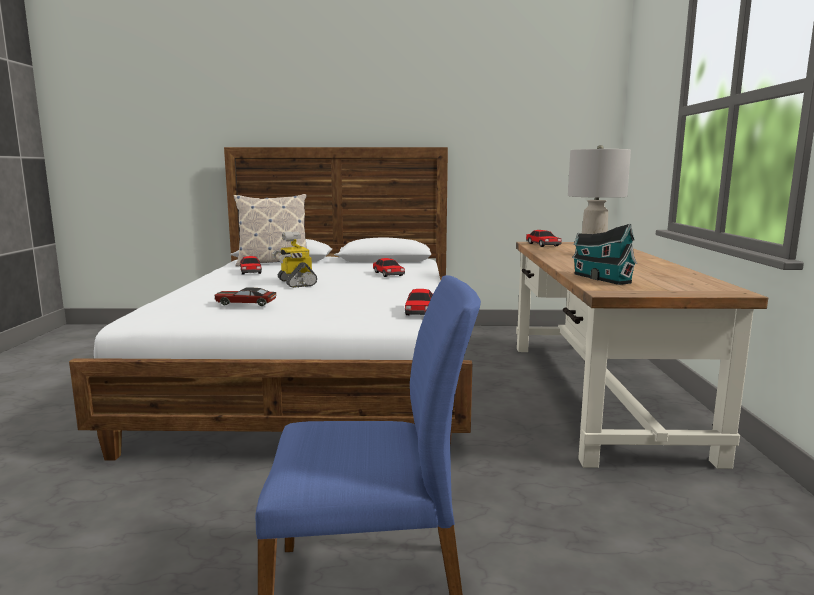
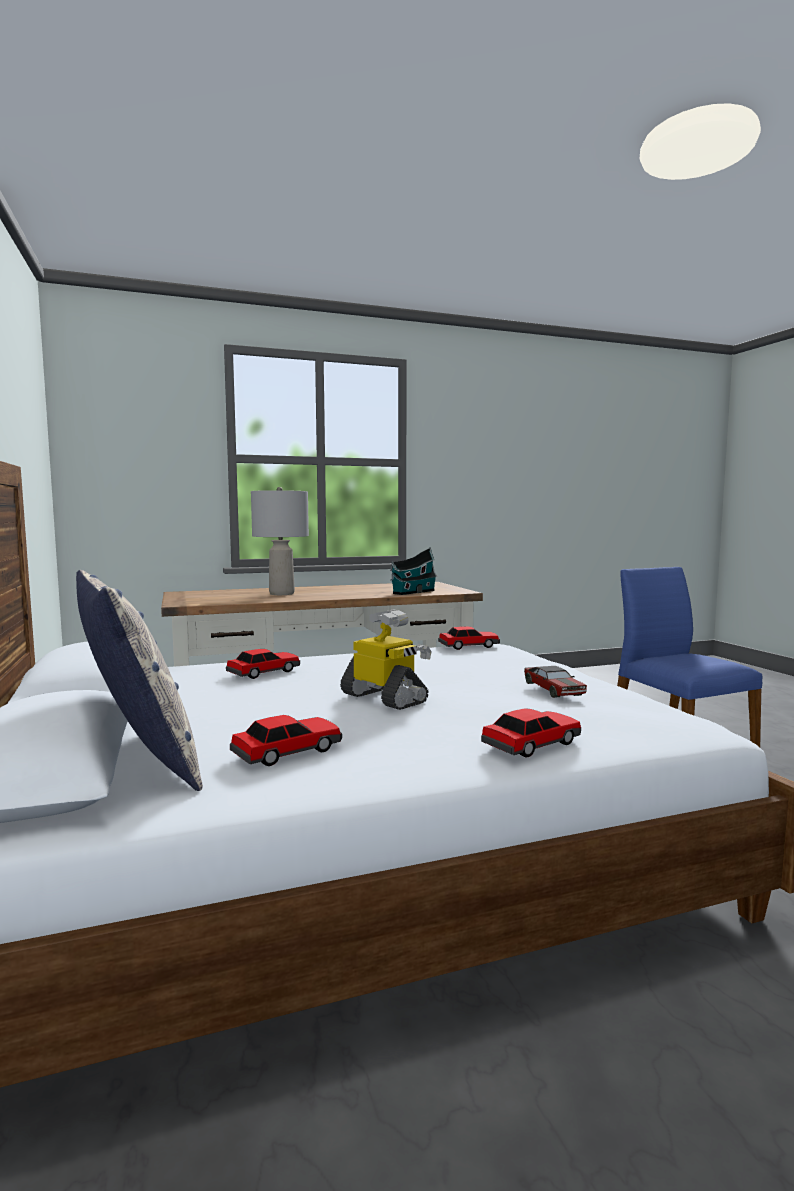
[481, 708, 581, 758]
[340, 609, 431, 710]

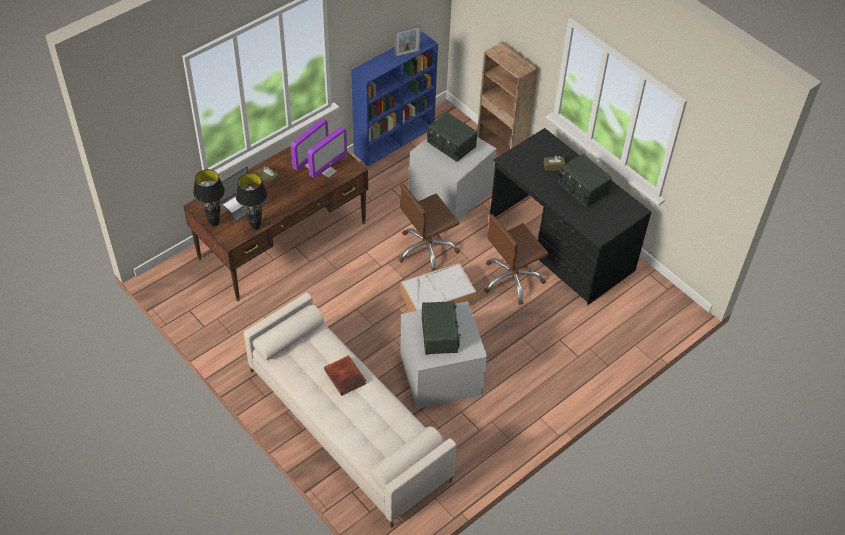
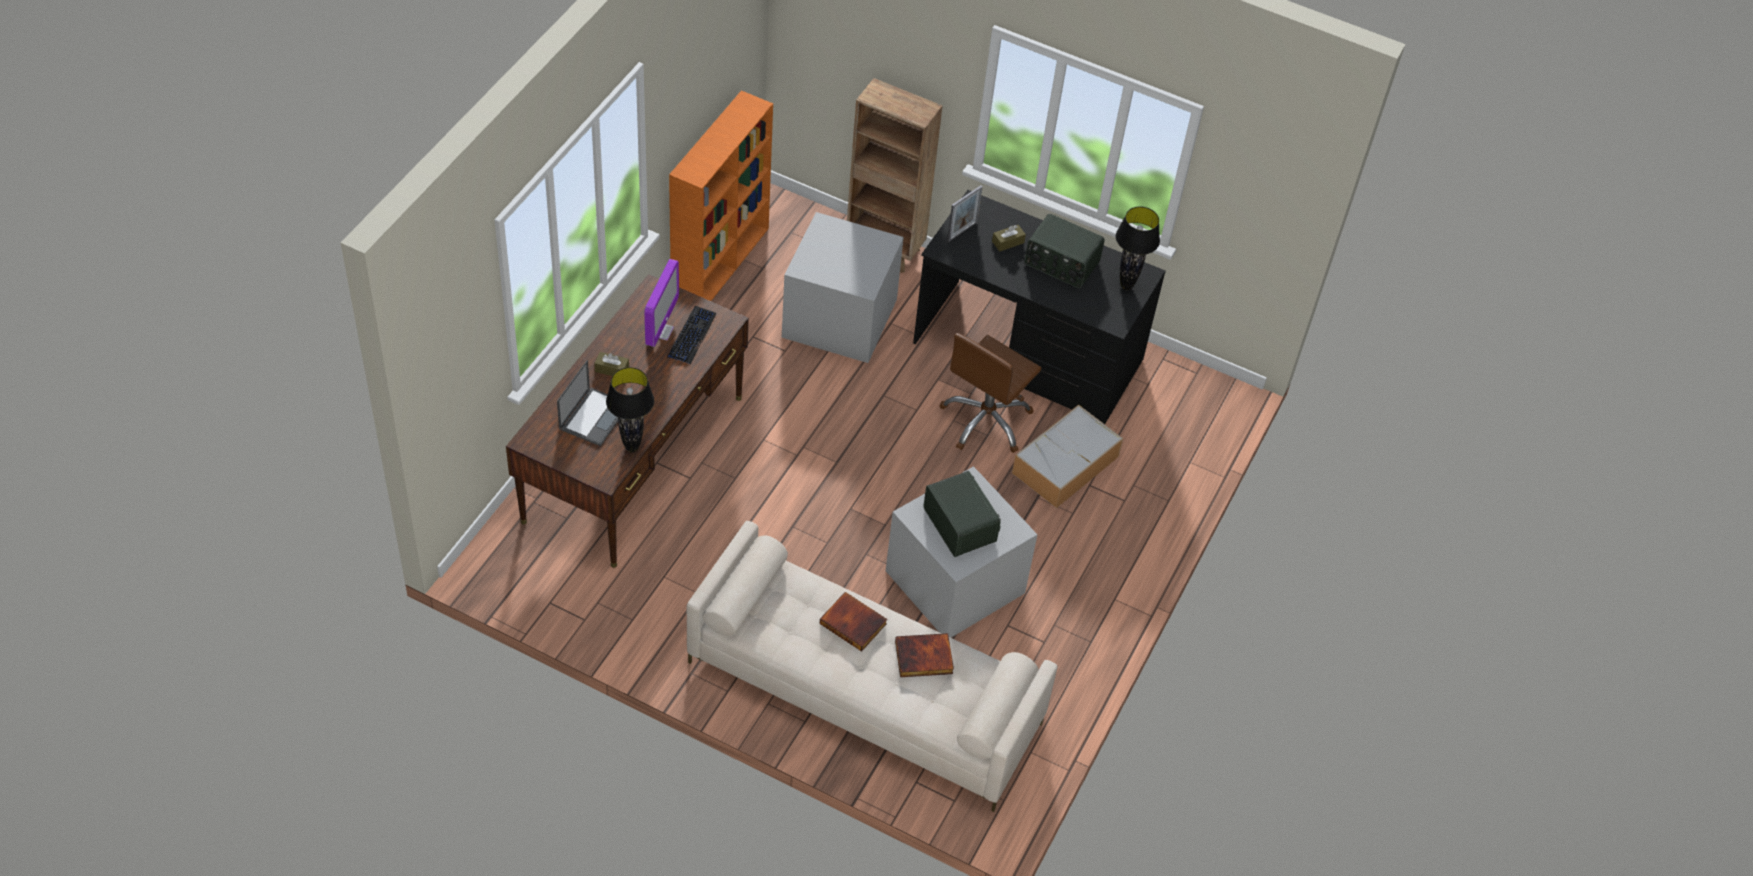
[947, 185, 983, 242]
[669, 90, 773, 301]
[427, 112, 477, 162] (first image)
[667, 306, 717, 364]
[1115, 207, 1160, 290]
[398, 183, 460, 271] (first image)
[1012, 404, 1123, 508]
[895, 633, 954, 677]

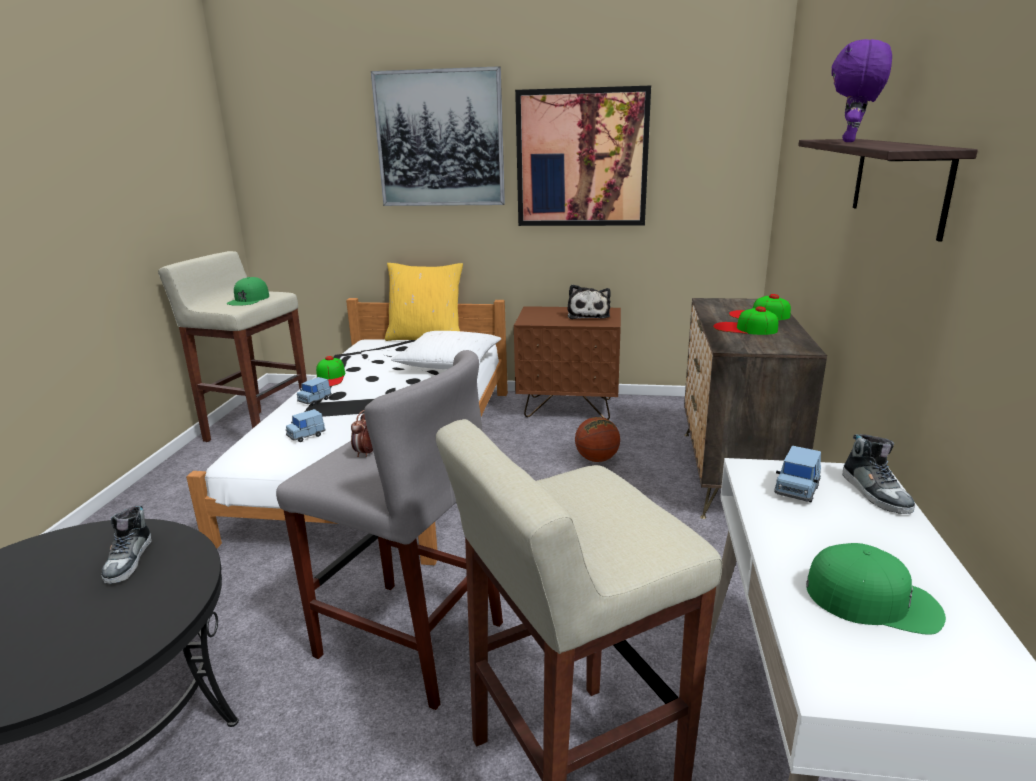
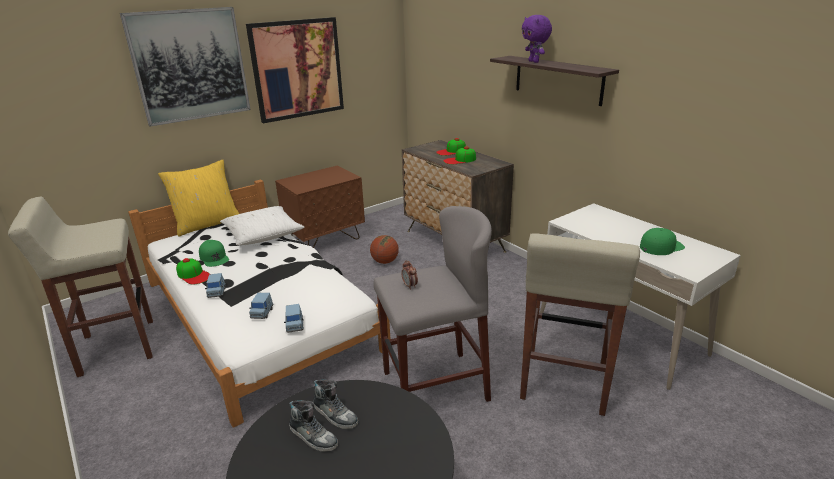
[199, 240, 229, 267]
[567, 284, 611, 319] (first image)
[289, 400, 338, 452]
[284, 304, 304, 333]

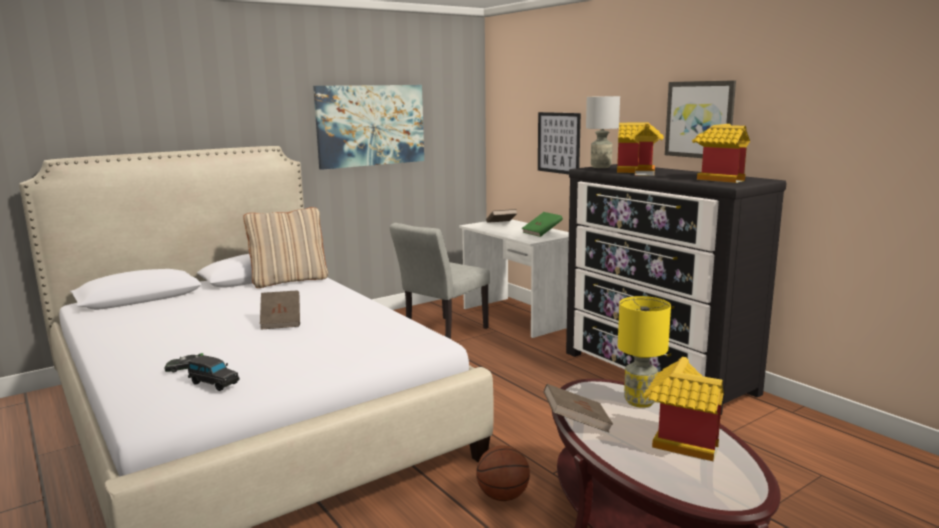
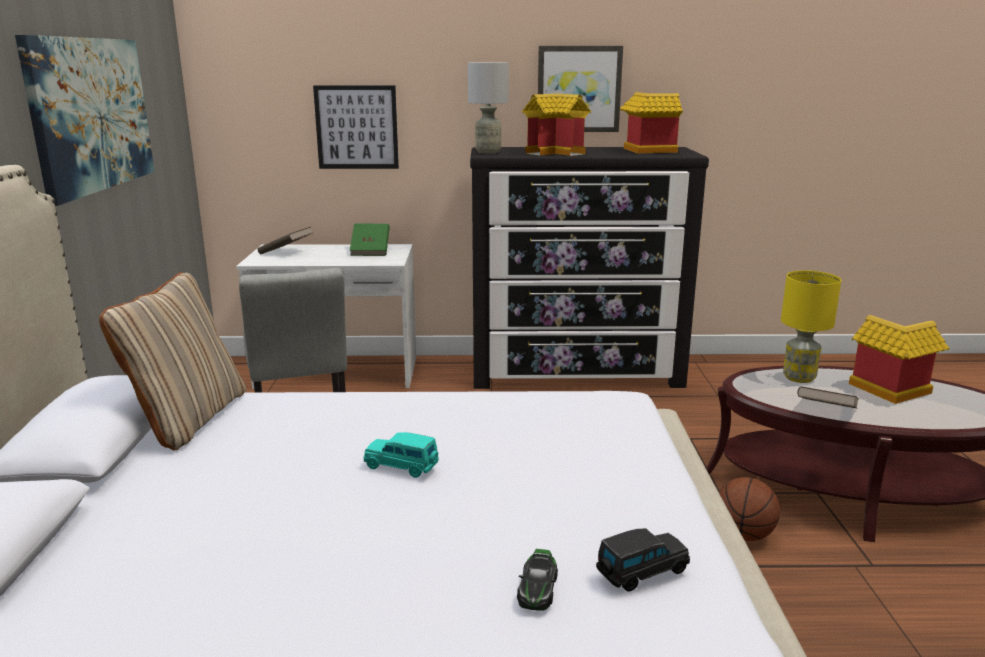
[363, 432, 439, 478]

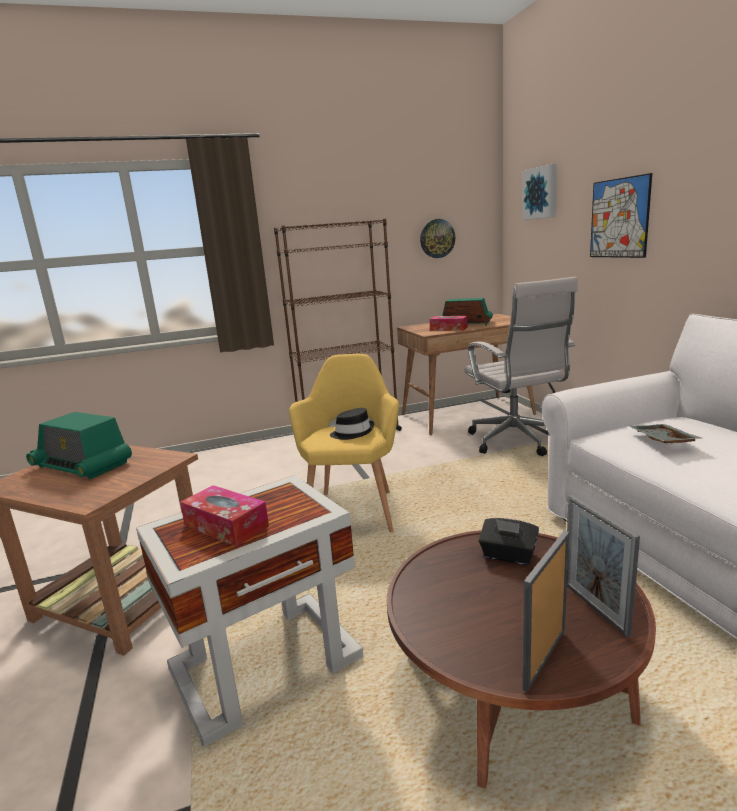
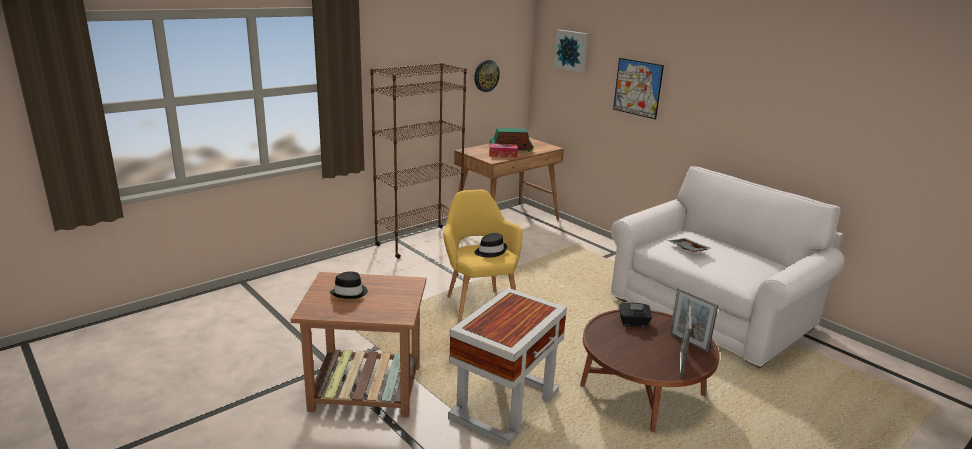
[464, 277, 578, 456] (first image)
[330, 272, 368, 299]
[180, 485, 269, 547] (first image)

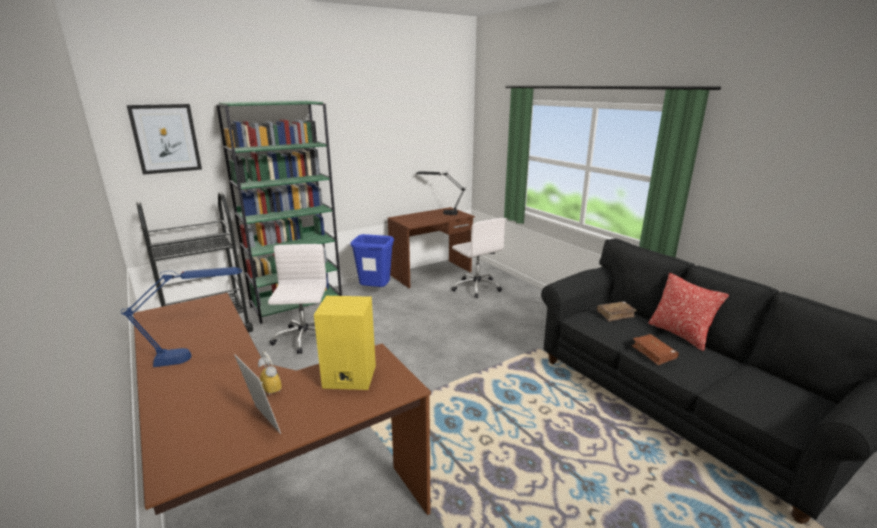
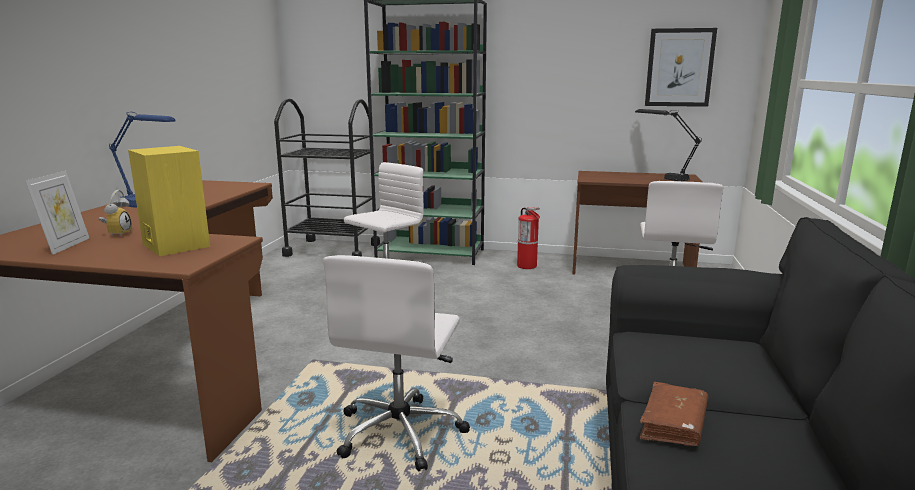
[645, 28, 717, 107]
[517, 207, 540, 269]
[648, 273, 729, 351] (first image)
[597, 301, 637, 322] (first image)
[323, 255, 470, 471]

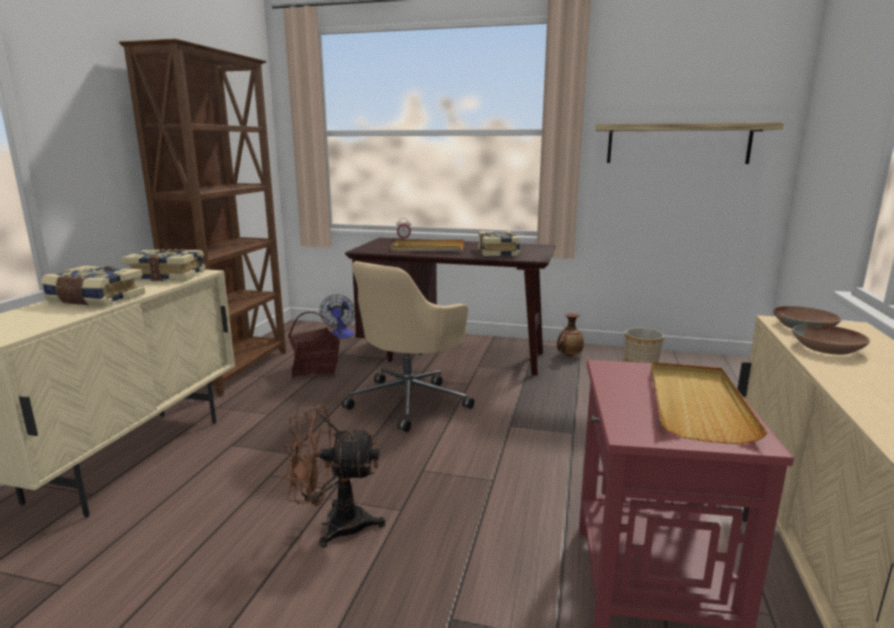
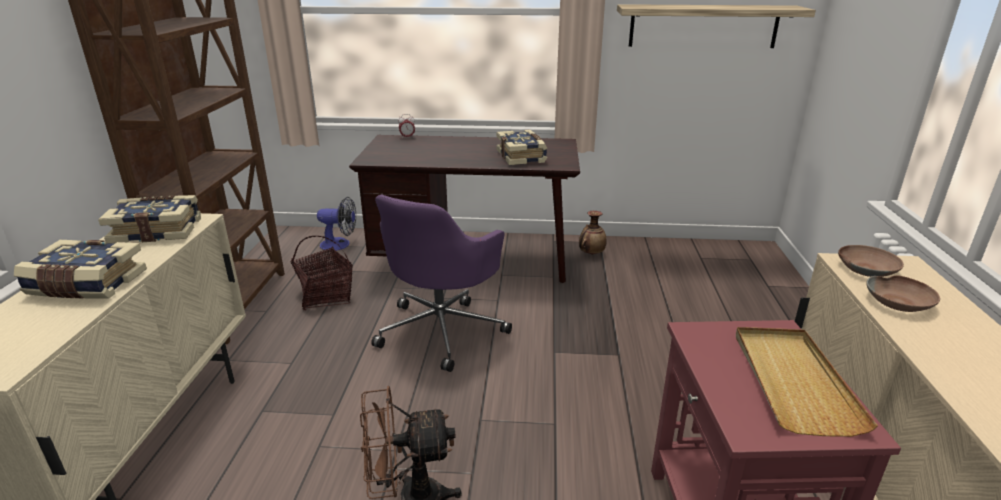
[391, 240, 464, 251] (first image)
[371, 195, 512, 372]
[317, 197, 356, 251]
[625, 328, 664, 363] (first image)

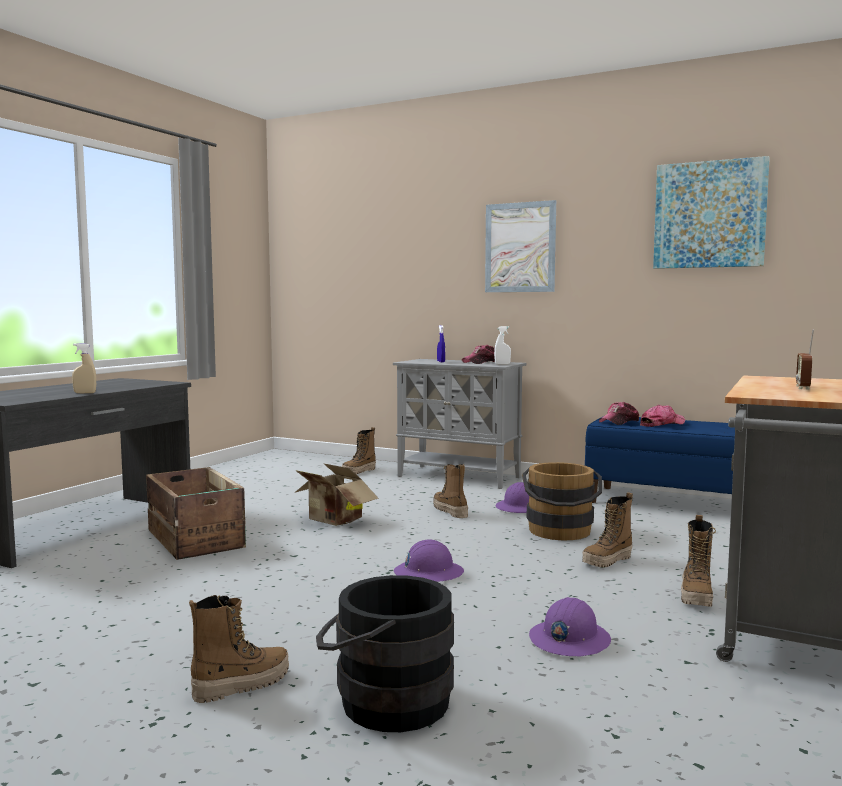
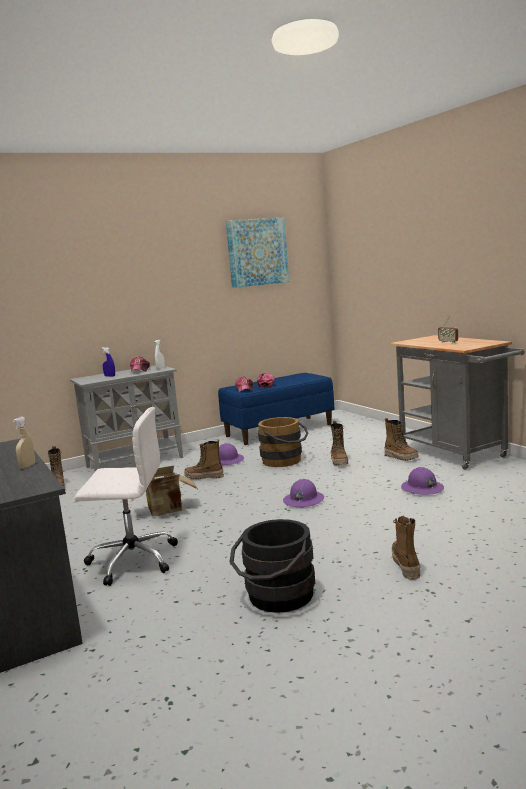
[485, 200, 556, 292] (first image)
[75, 407, 178, 586]
[230, 519, 315, 613]

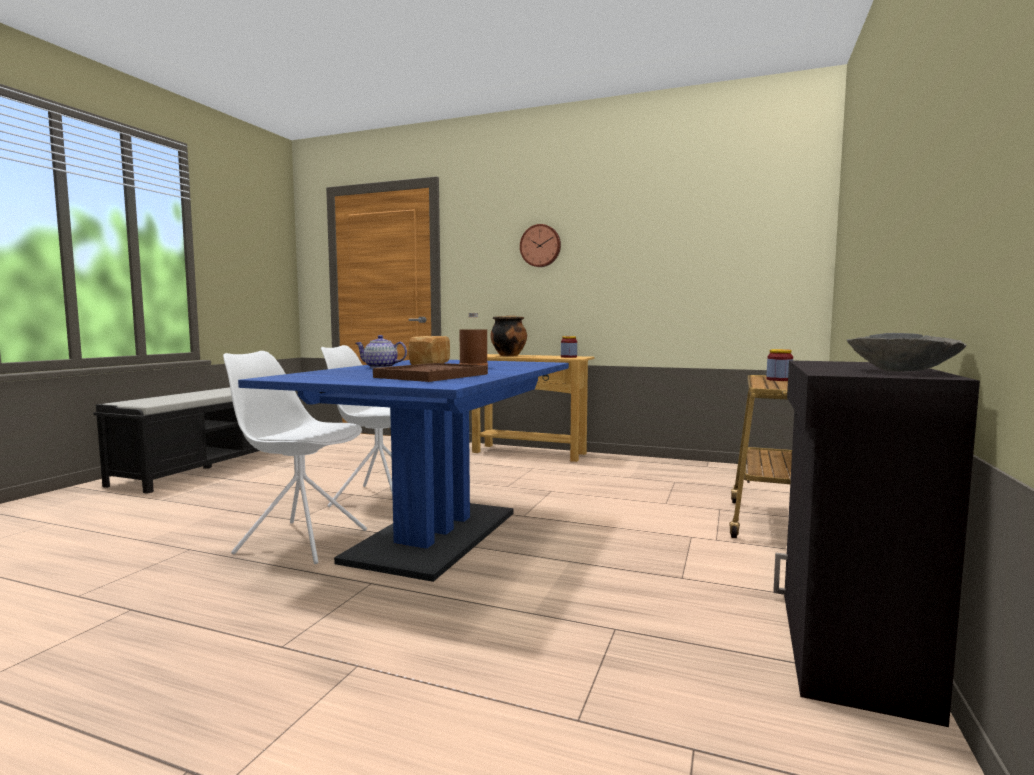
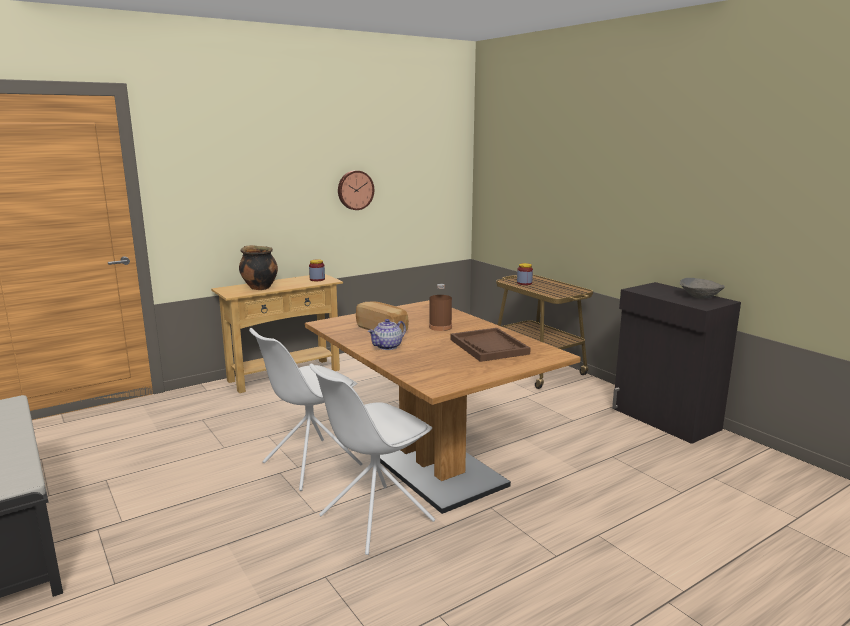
[338, 170, 374, 210]
[305, 300, 581, 514]

